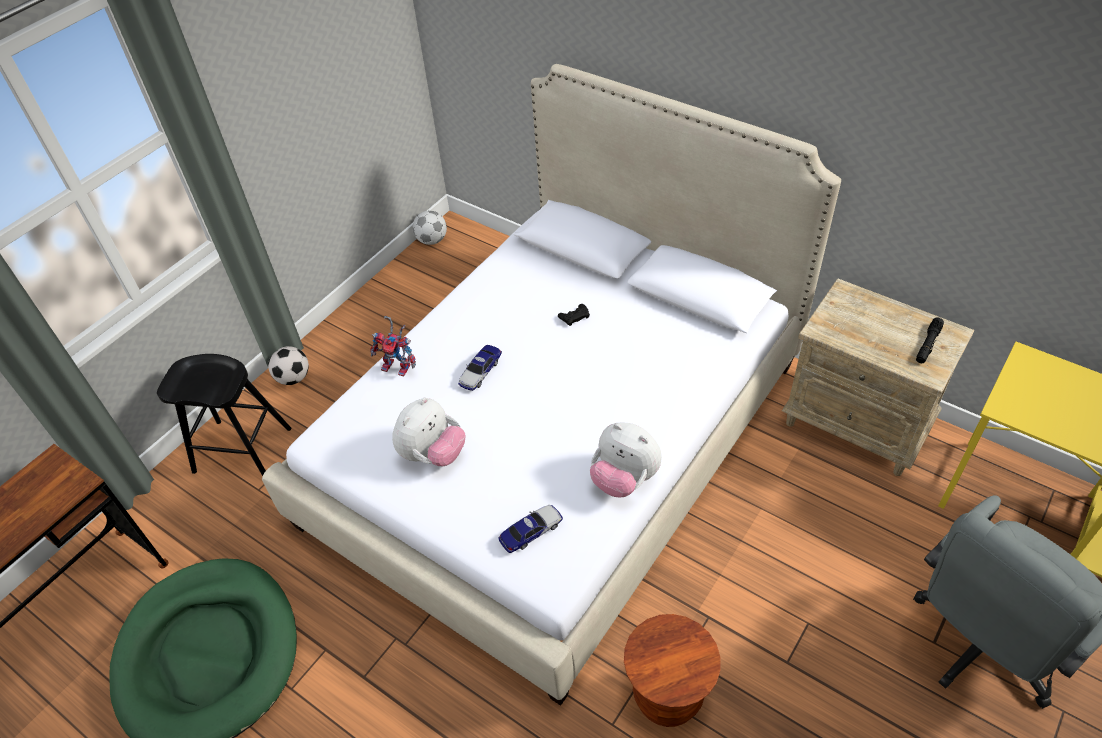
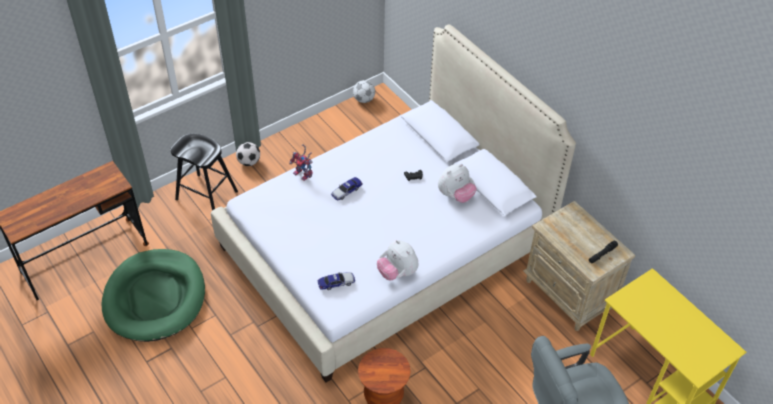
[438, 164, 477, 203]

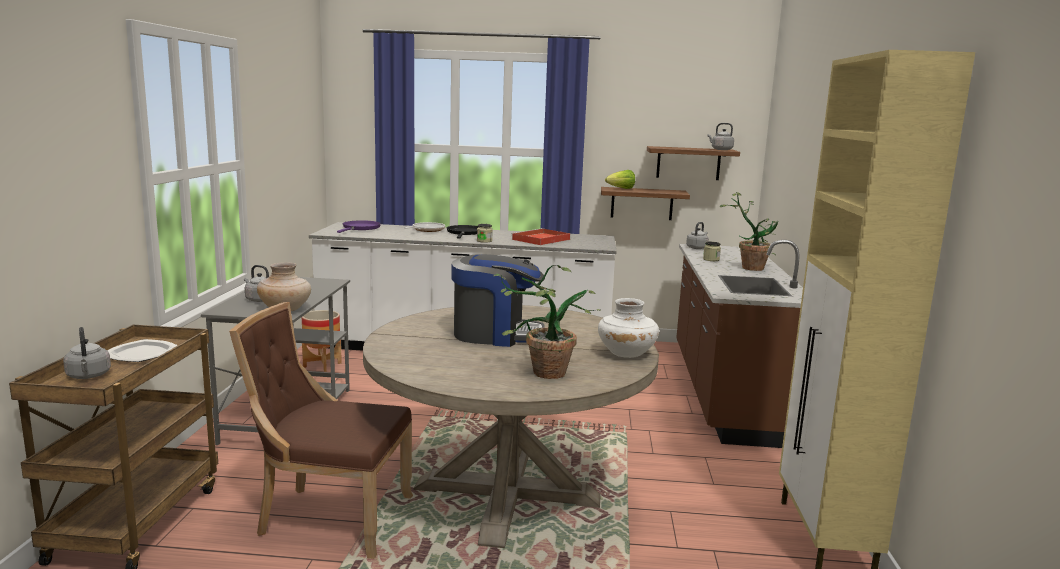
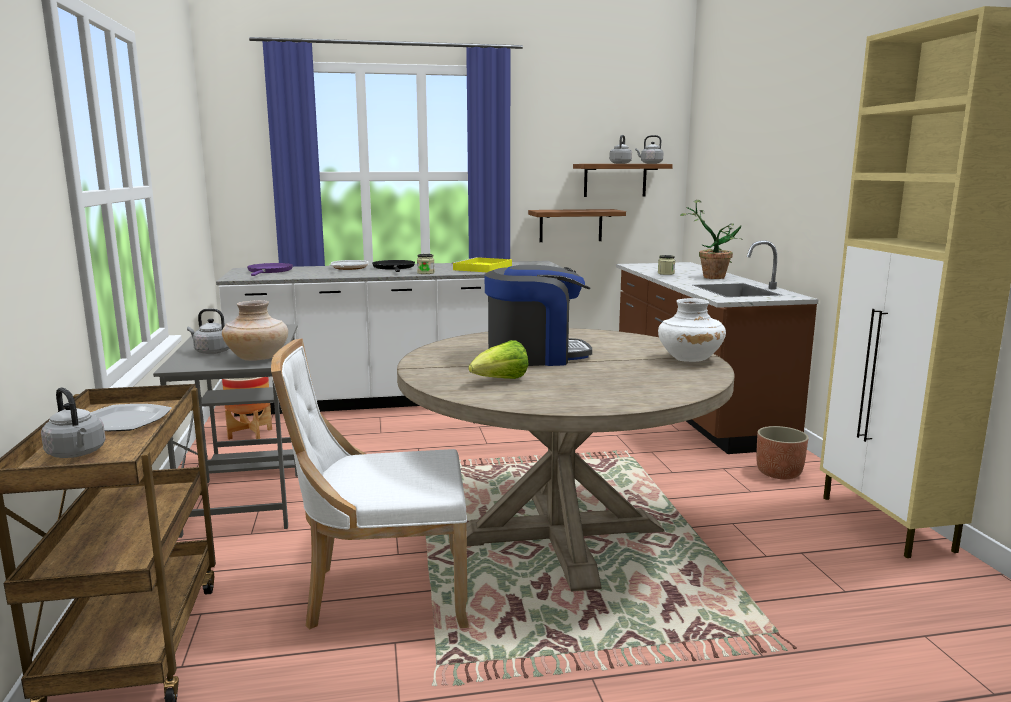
[468, 340, 529, 379]
[610, 135, 632, 164]
[451, 257, 512, 272]
[493, 265, 601, 379] (first image)
[271, 339, 469, 630]
[756, 426, 809, 479]

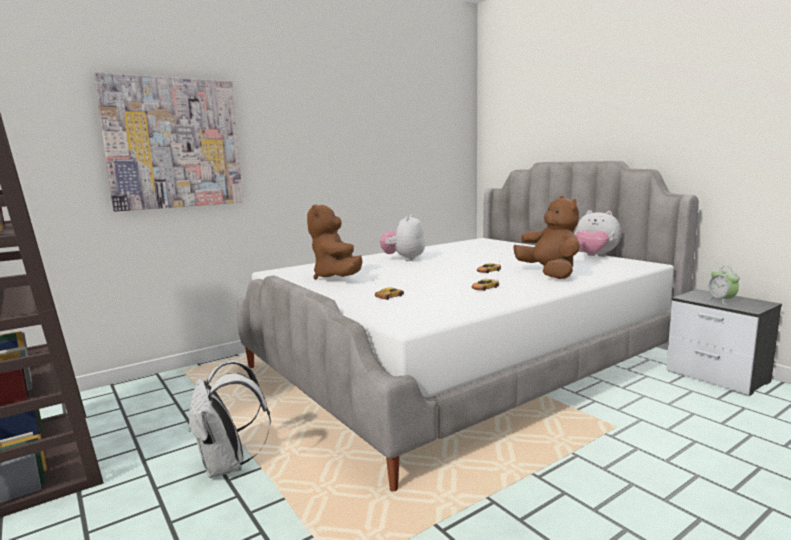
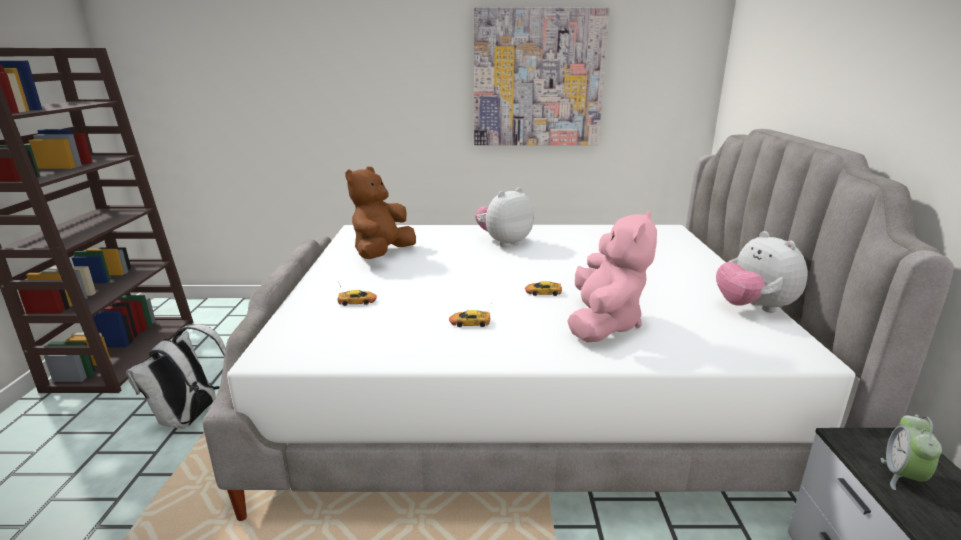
[474, 7, 609, 145]
[567, 210, 657, 342]

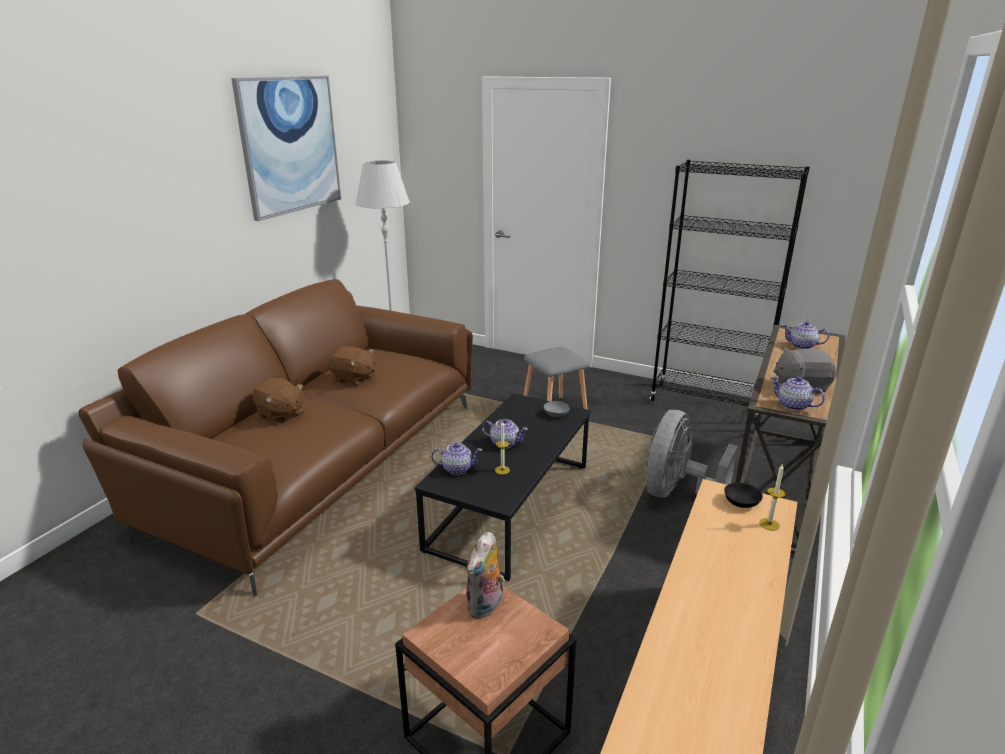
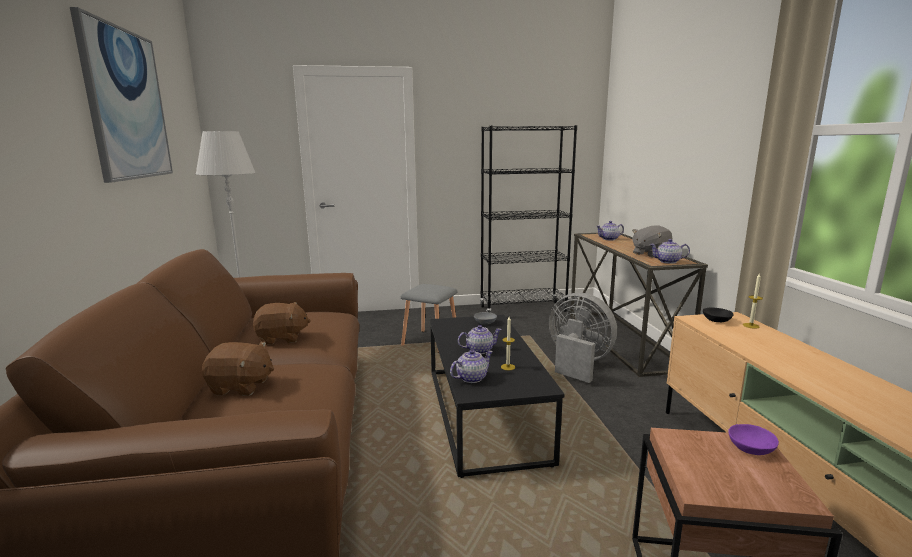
[549, 293, 617, 383]
[466, 532, 505, 619] (first image)
[728, 424, 779, 455]

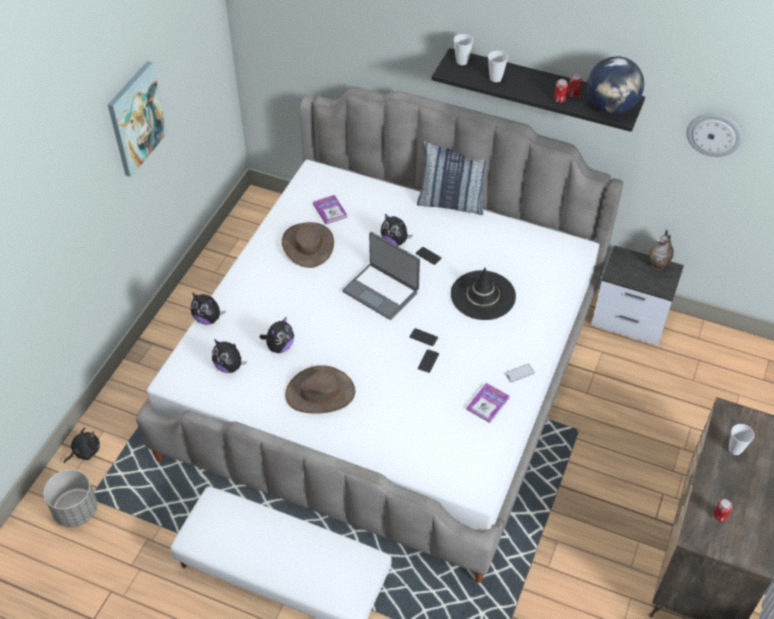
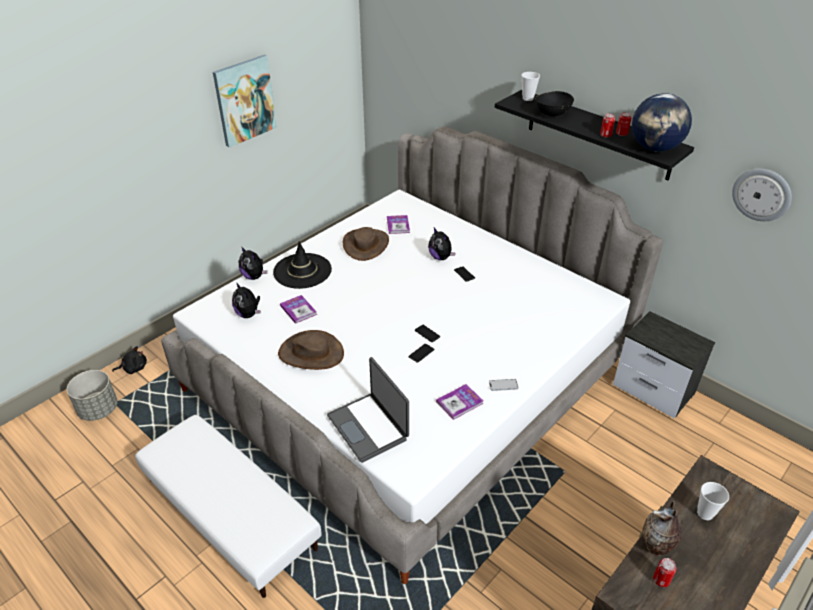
[535, 91, 574, 116]
[417, 141, 486, 215] (first image)
[642, 501, 681, 556]
[327, 357, 409, 463]
[273, 241, 332, 289]
[280, 295, 317, 324]

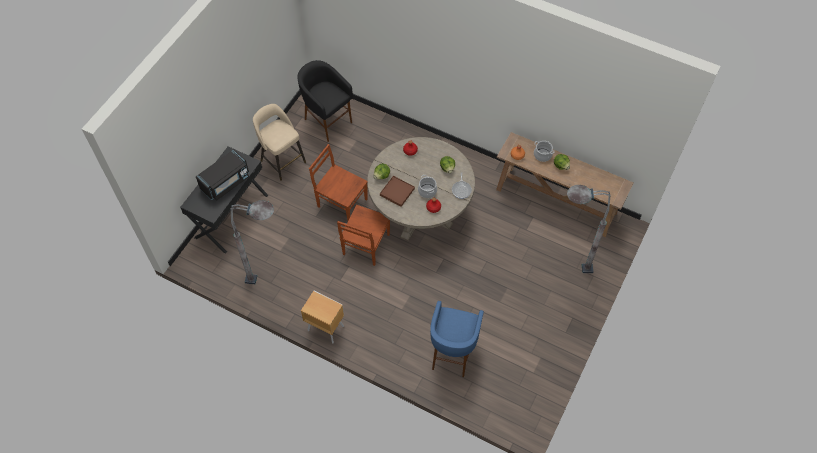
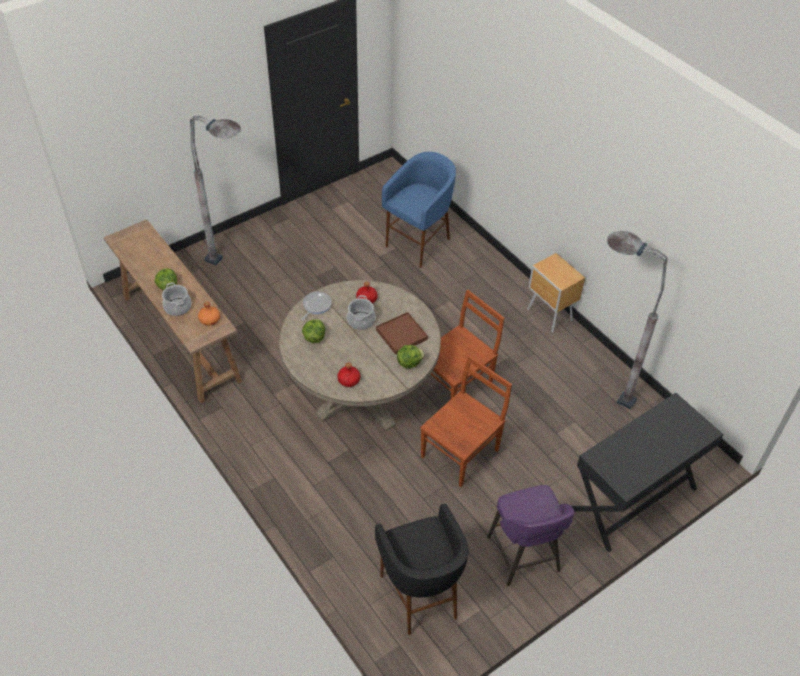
[487, 485, 575, 586]
[420, 355, 512, 487]
[196, 149, 249, 200] (first image)

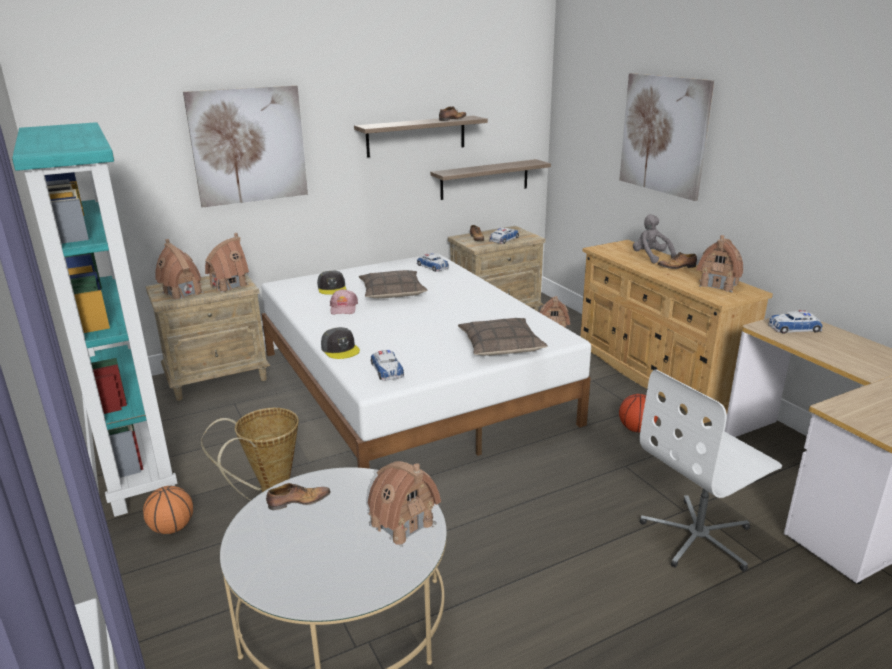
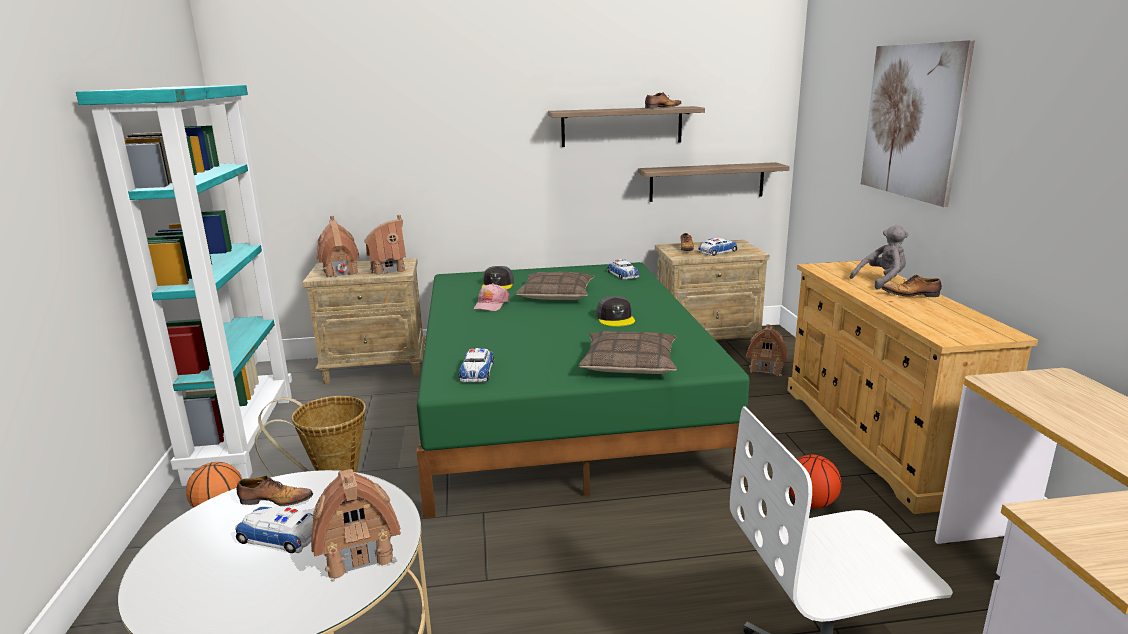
[183, 86, 308, 208] (first image)
[849, 225, 909, 289]
[696, 235, 743, 292] (first image)
[416, 262, 750, 518]
[235, 506, 313, 553]
[596, 296, 635, 326]

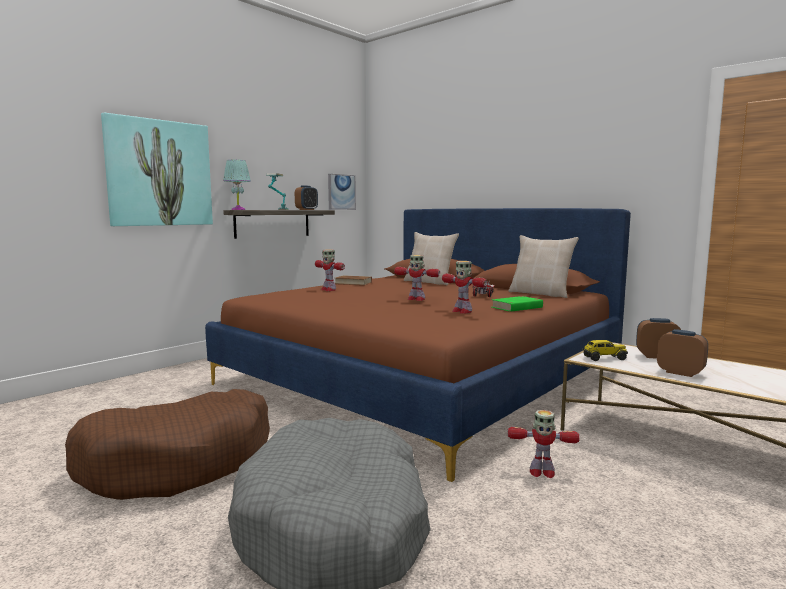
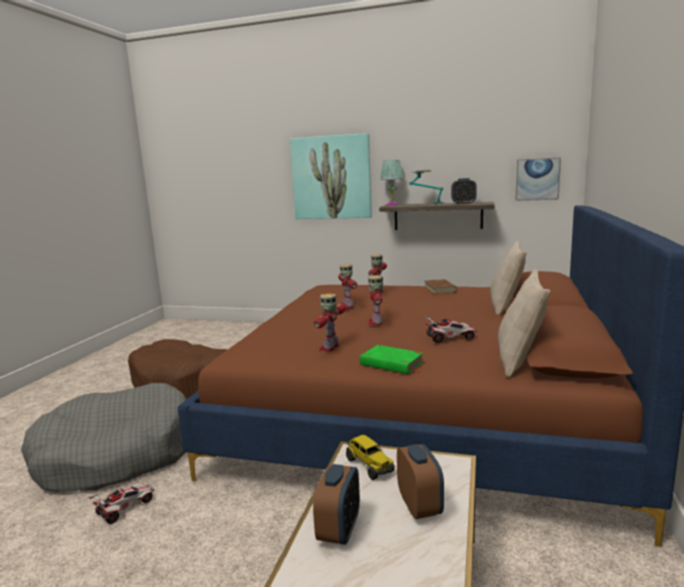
[338, 264, 357, 308]
[88, 483, 154, 524]

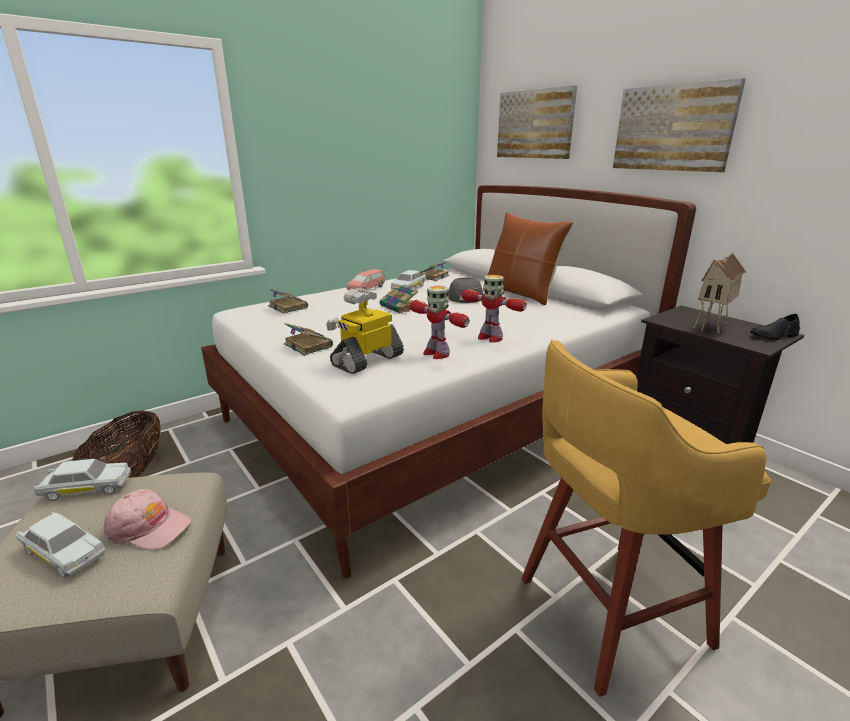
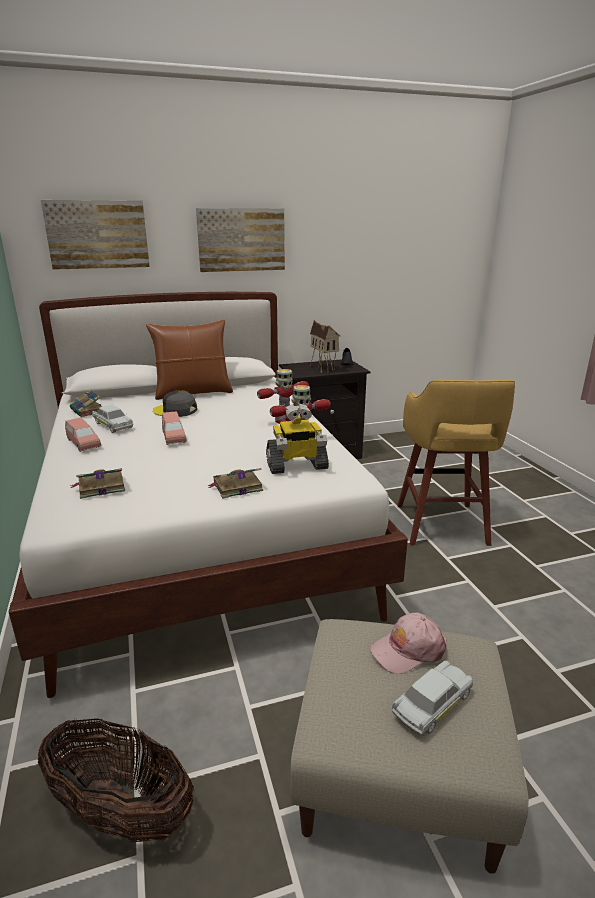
[162, 411, 187, 445]
[266, 404, 329, 474]
[34, 459, 131, 501] (first image)
[370, 612, 447, 674]

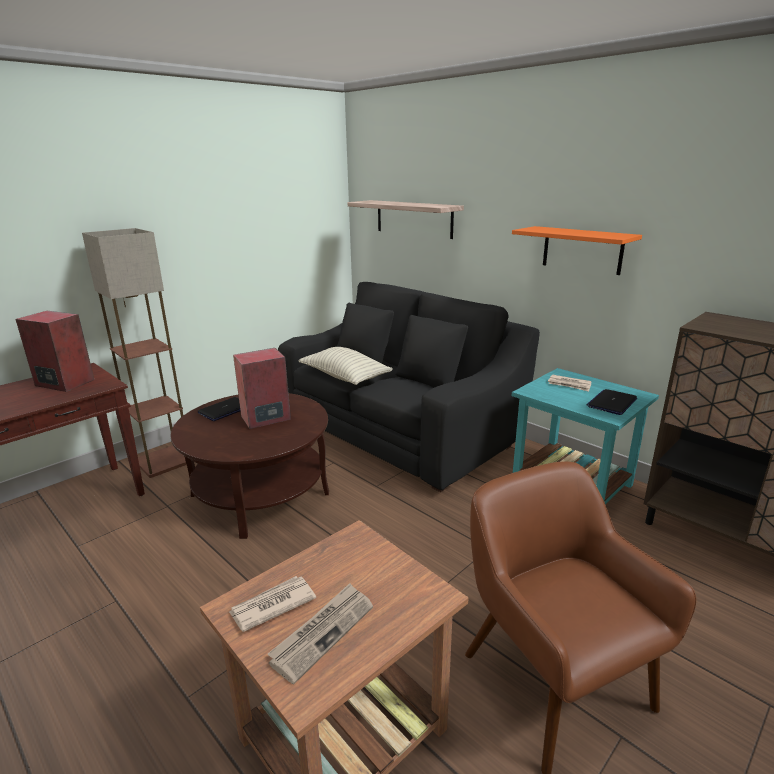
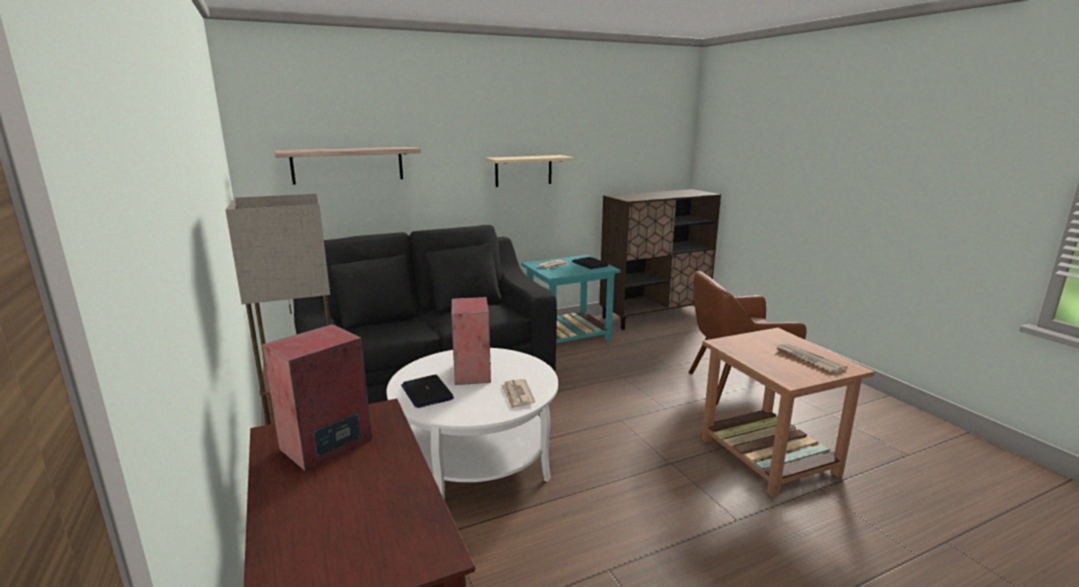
[485, 155, 575, 187]
[298, 347, 393, 385] (first image)
[386, 348, 558, 500]
[501, 379, 535, 409]

